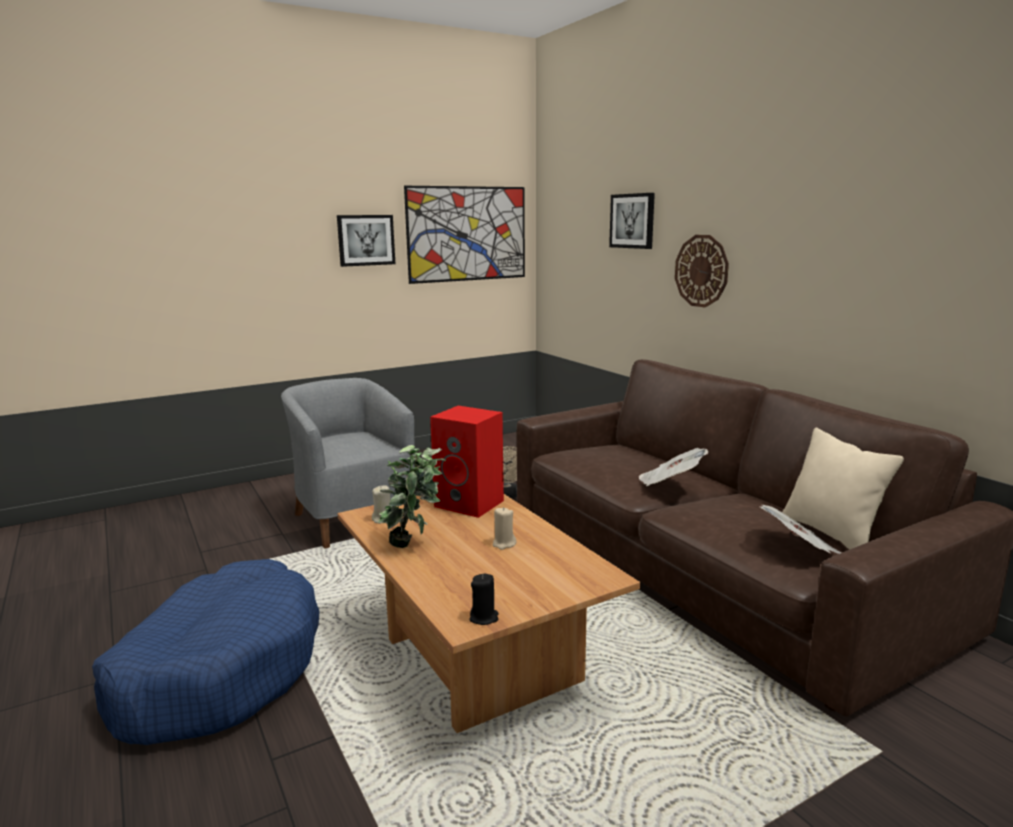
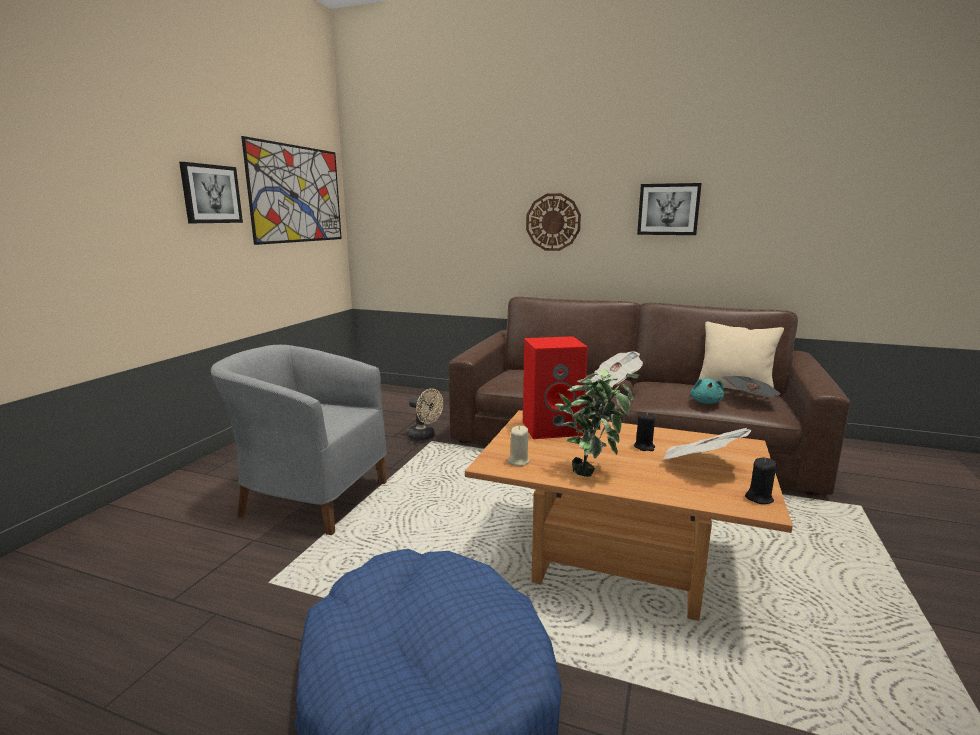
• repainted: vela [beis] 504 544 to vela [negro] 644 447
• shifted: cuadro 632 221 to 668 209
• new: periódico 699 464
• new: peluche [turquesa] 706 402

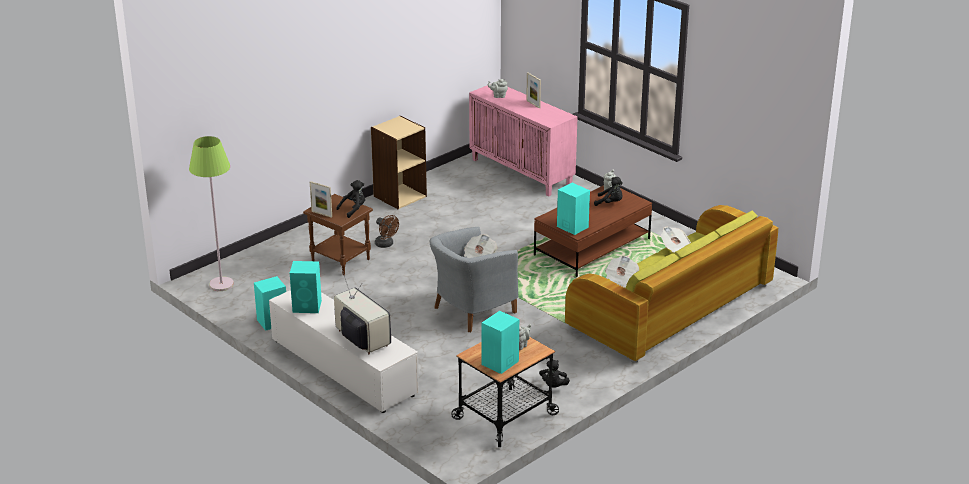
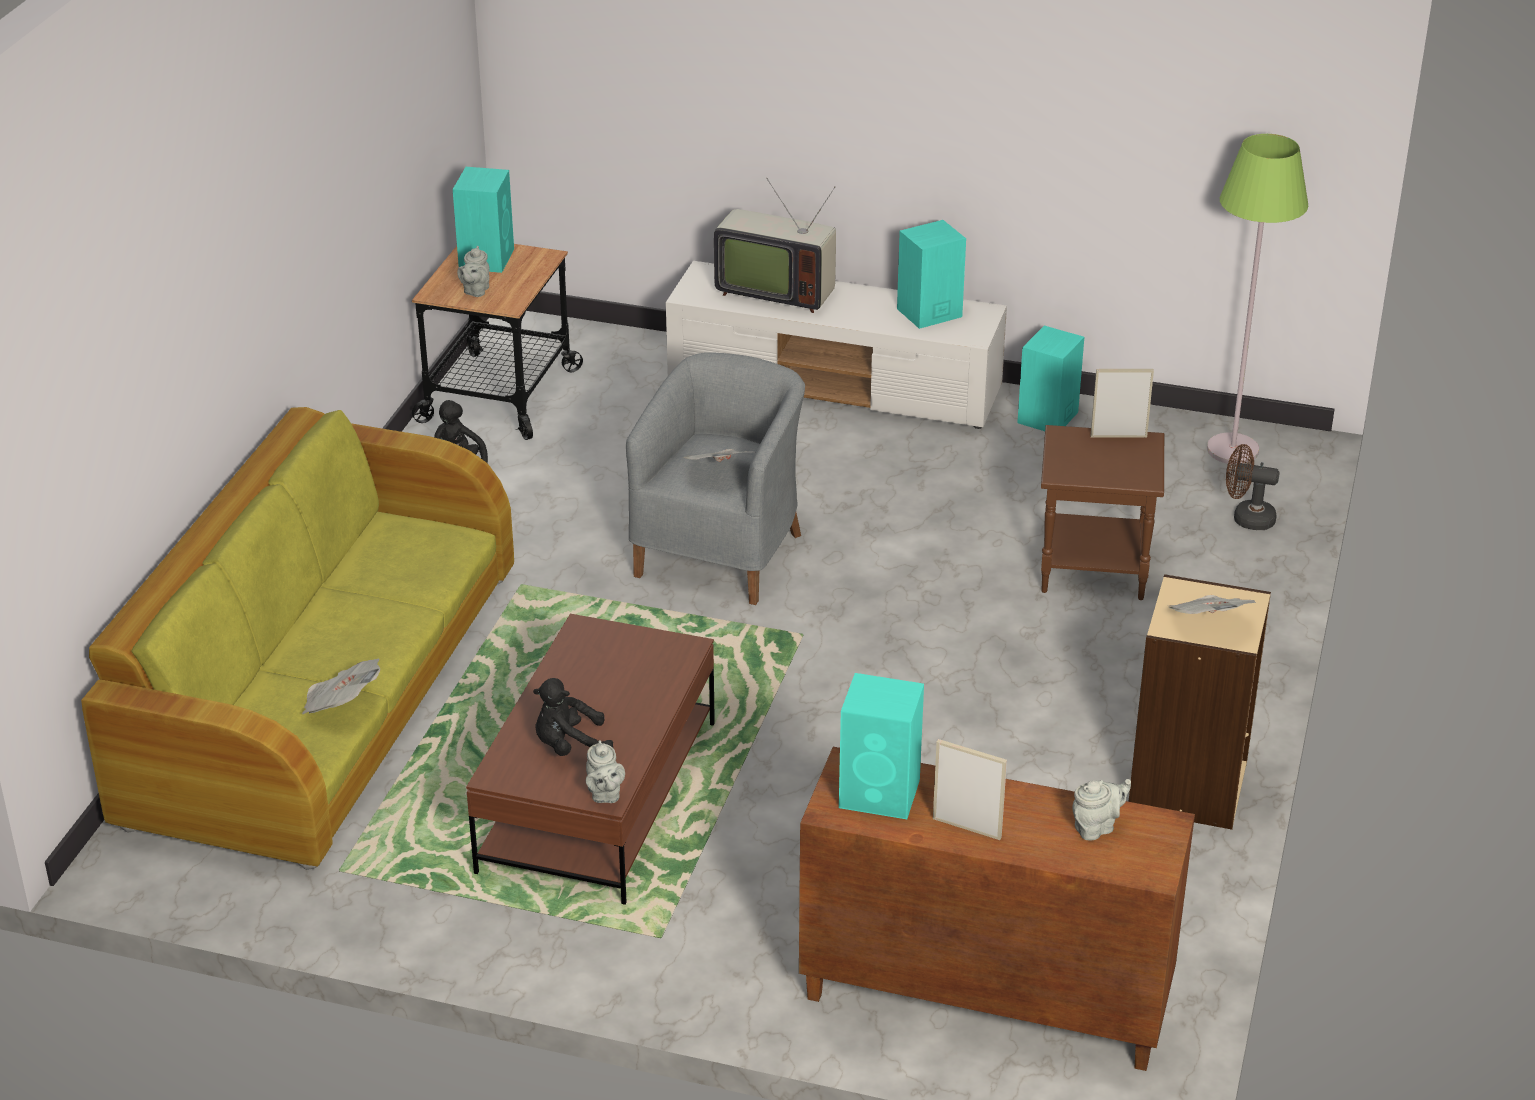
• gone: peluche [negro] 353 209
• shifted: ventilador [marrón] 386 244 to 1246 518
• repainted: armario [rosa] 522 172 to armario [marrón] 982 999
• shifted: altavoz [turquesa] 572 226 to 881 794
• shifted: periódico 620 281 to 1209 623

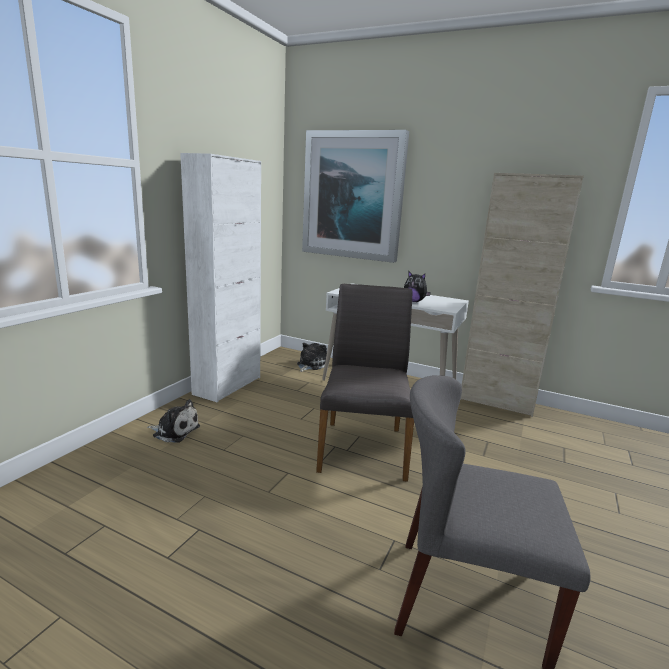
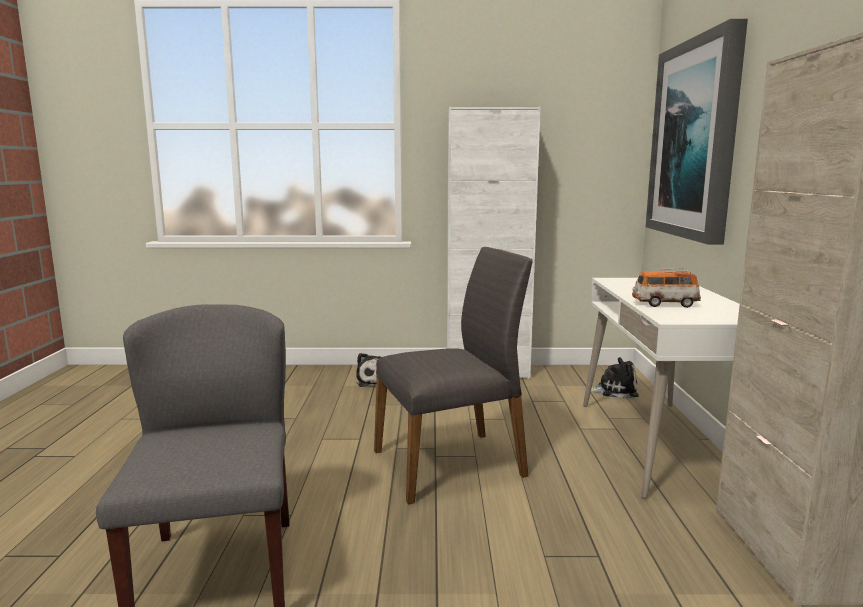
• swapped: peluche 414 301 to coche de juguete 664 304

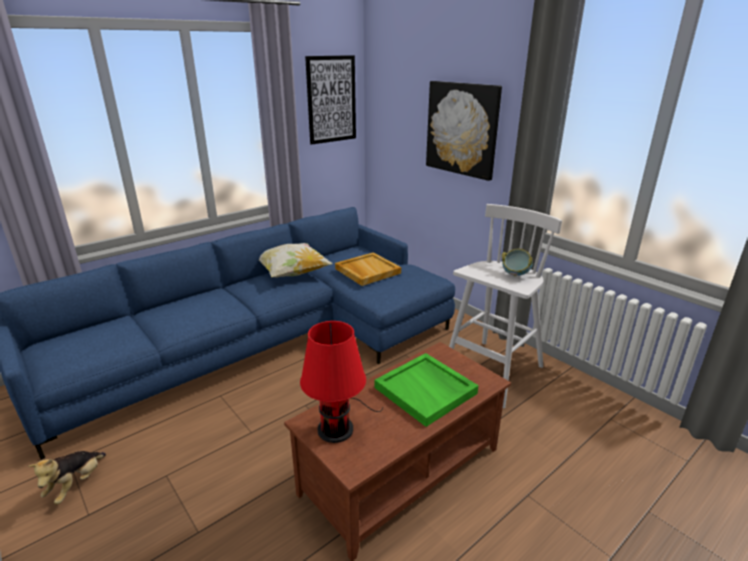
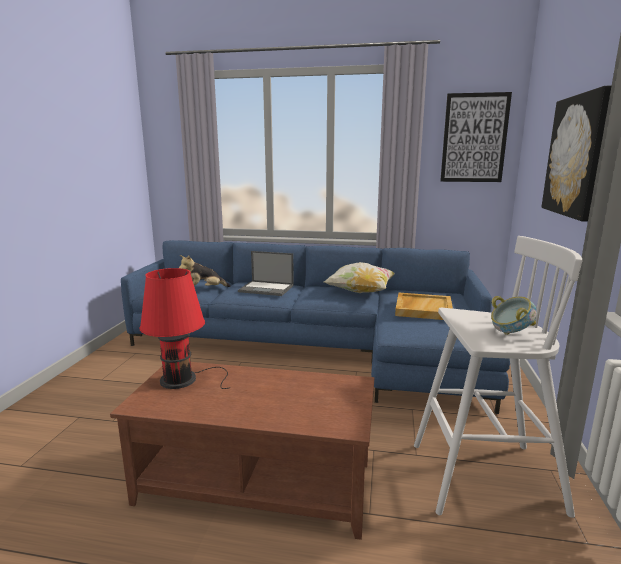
• shifted: peluche 76 485 to 204 290
• gone: bandeja [verde] 426 390
• new: portátil 267 289

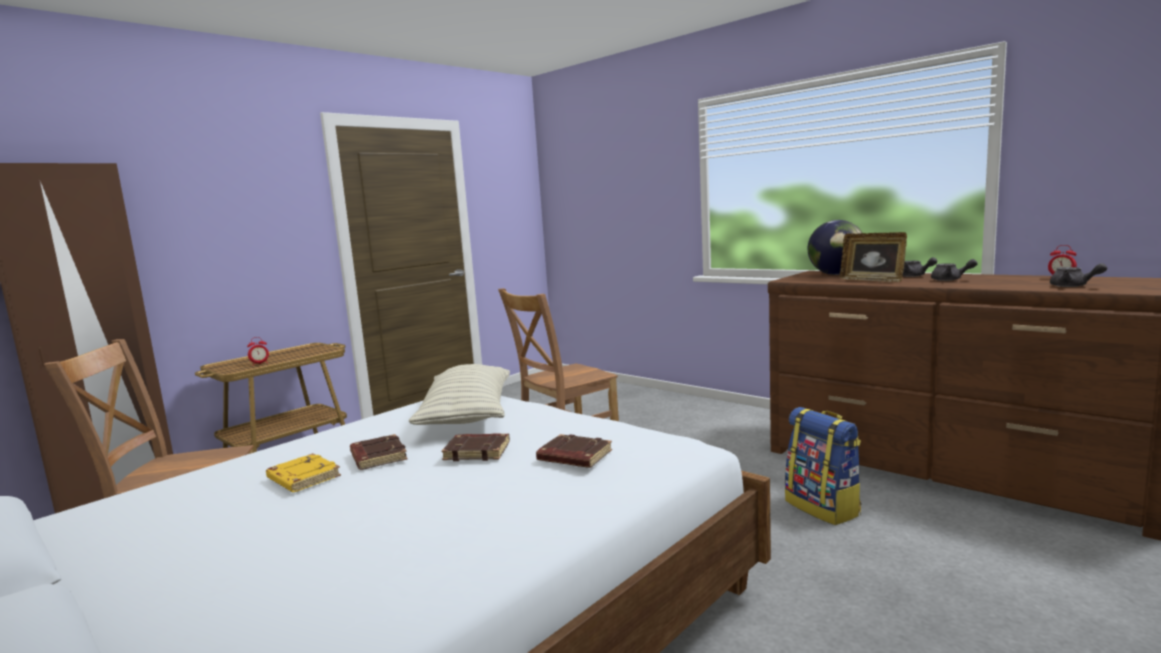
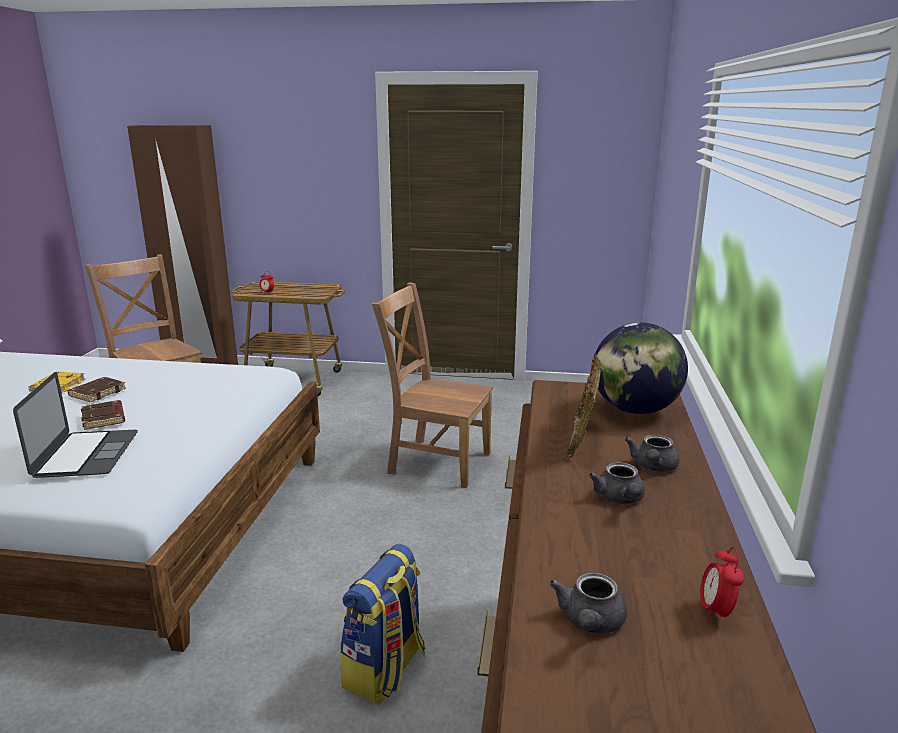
• gone: cojín 467 416
• swapped: libro [marrón] 573 457 to portátil 86 454

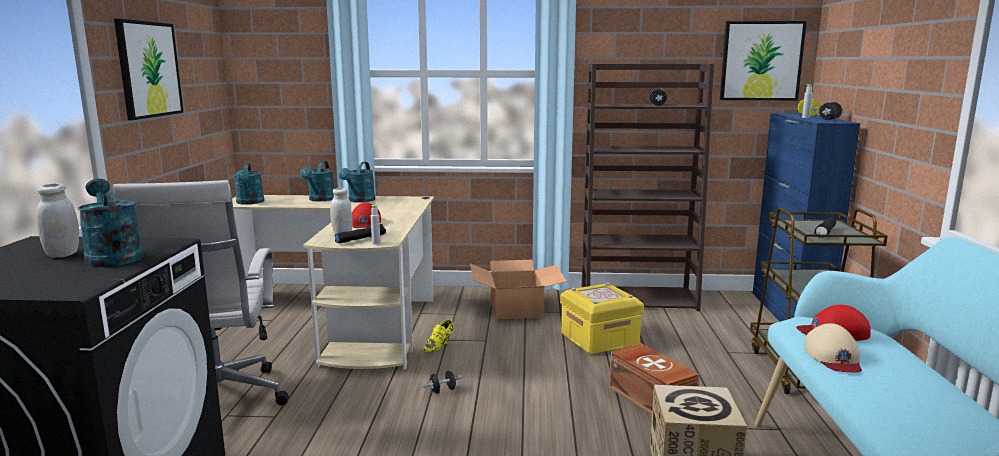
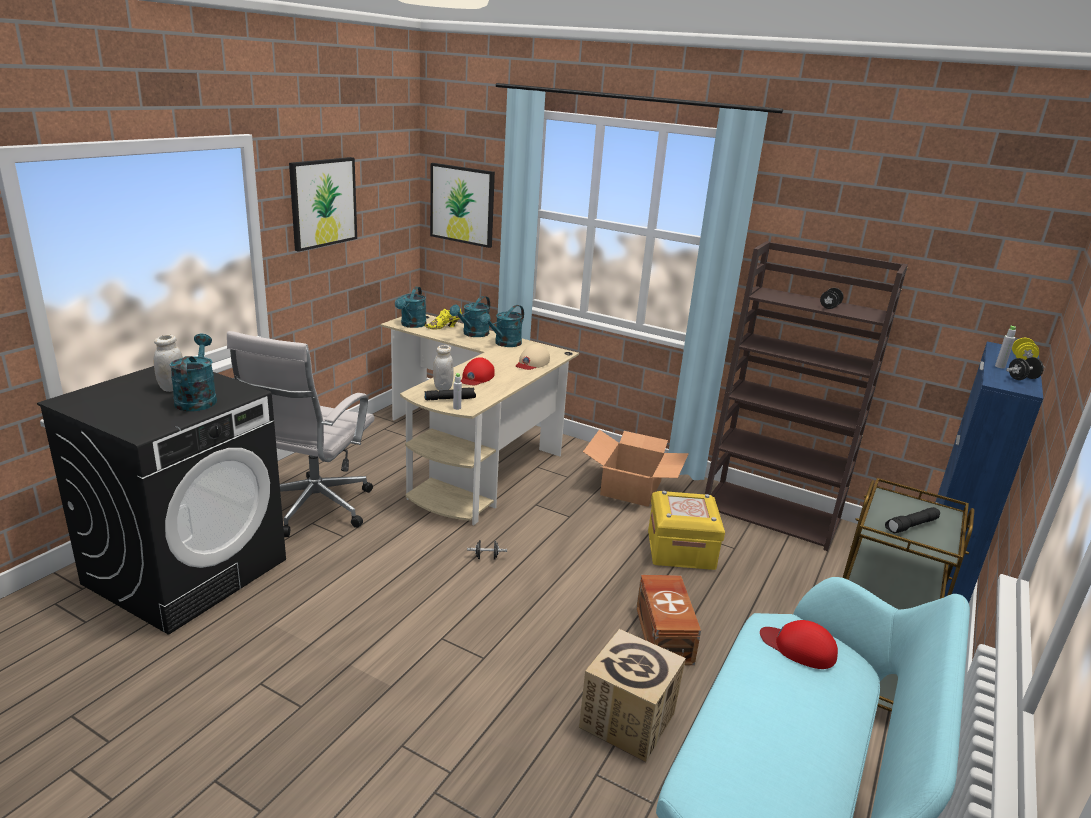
• shifted: zapato [amarillo] 439 346 to 444 327
• shifted: cuadro 761 61 to 462 204
• shifted: gorra [beis] 833 357 to 532 363

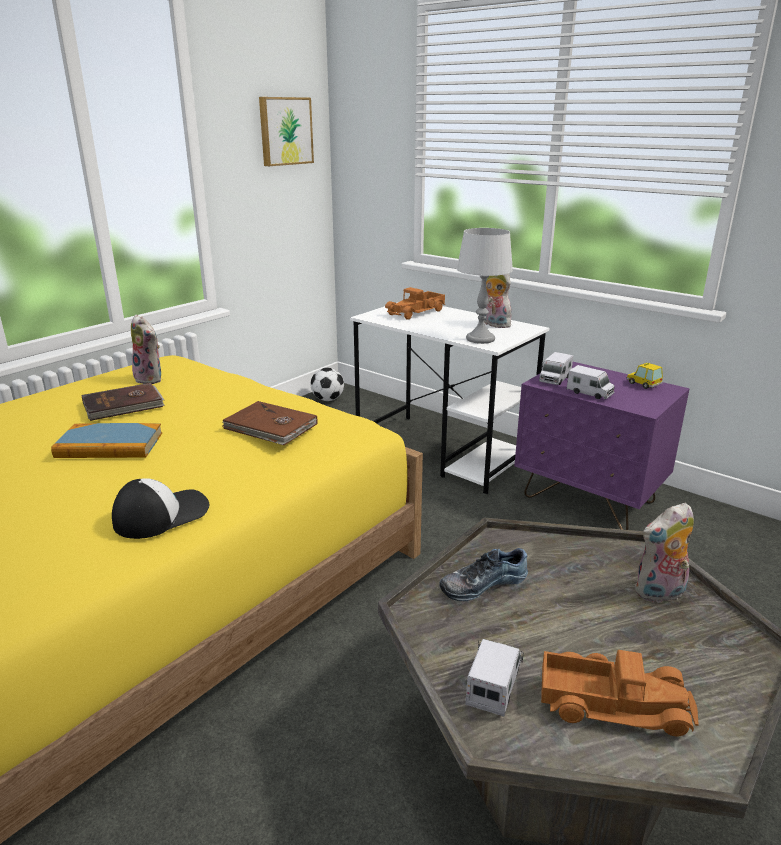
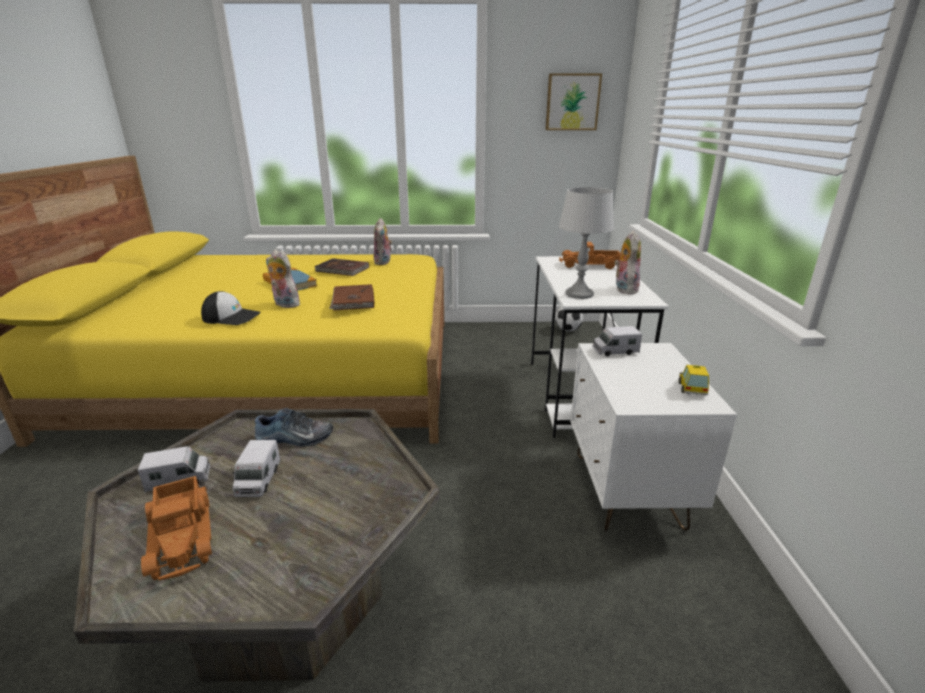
• rotated: zapato 482 583 = 294 438 150 degrees clockwise
• repainted: mesita de noche [morado] 589 500 to mesita de noche [blanco] 627 490
• shifted: camión de juguete 589 393 to 258 480
• shifted: peluche 660 594 to 284 304

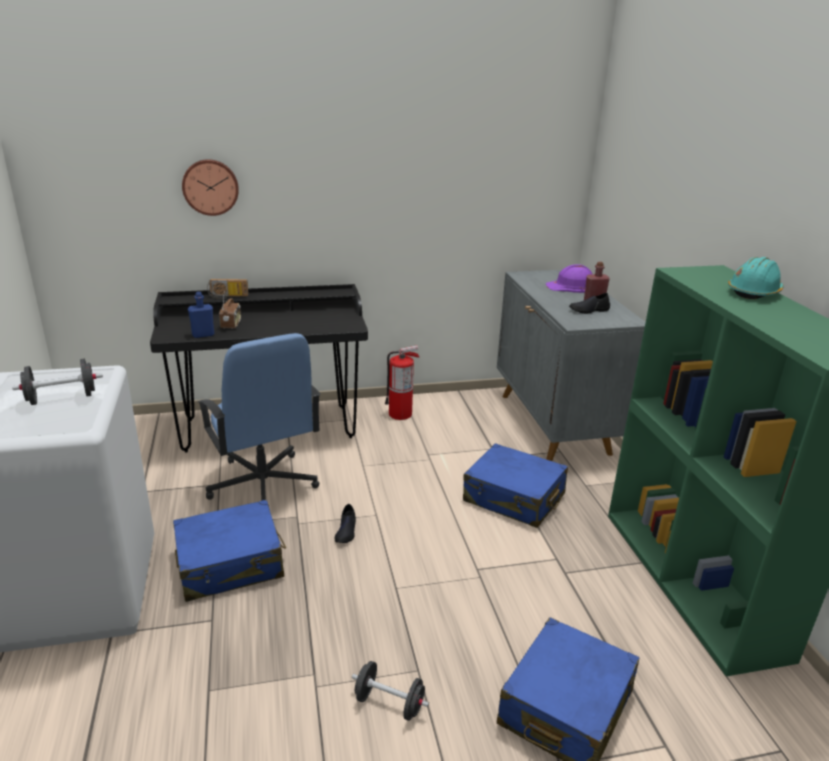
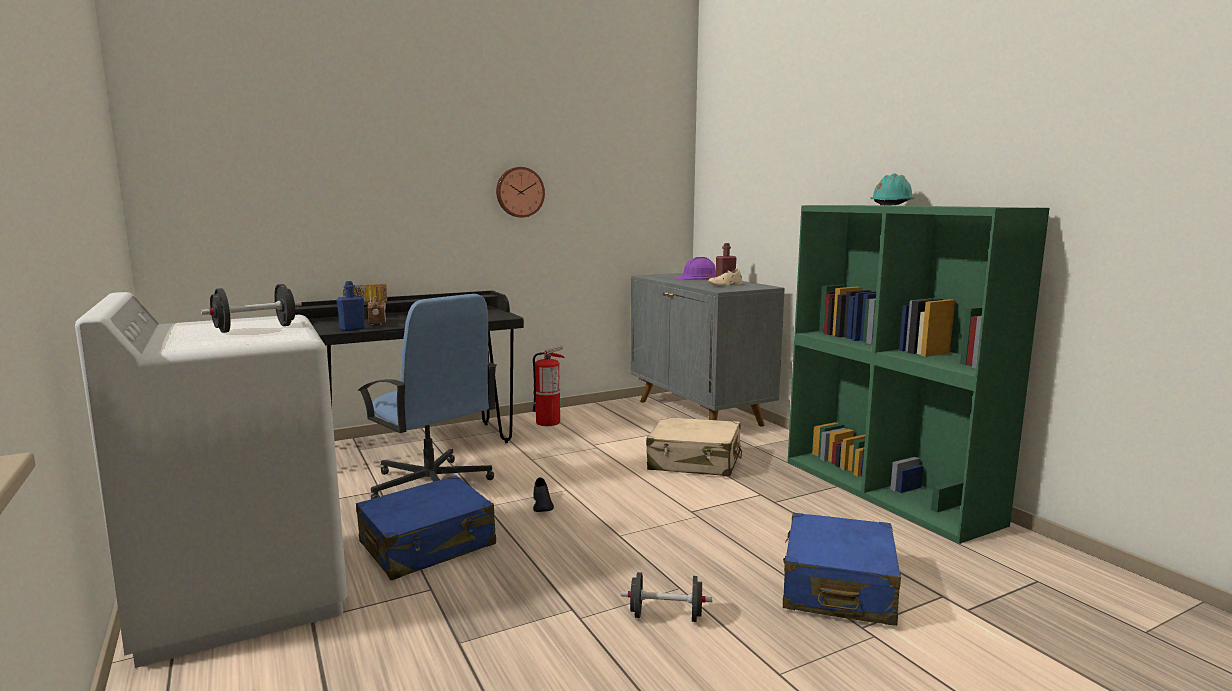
• shifted: reloj de pared 210 187 to 519 192
• repainted: maleta [azul] 514 498 to maleta [beis] 694 462
• repainted: zapato [negro] 589 310 to zapato [beis] 725 285

